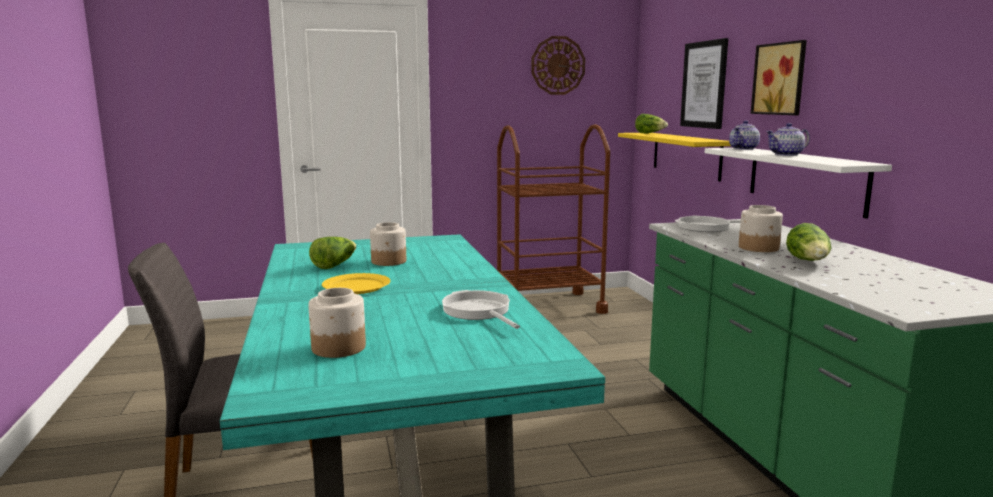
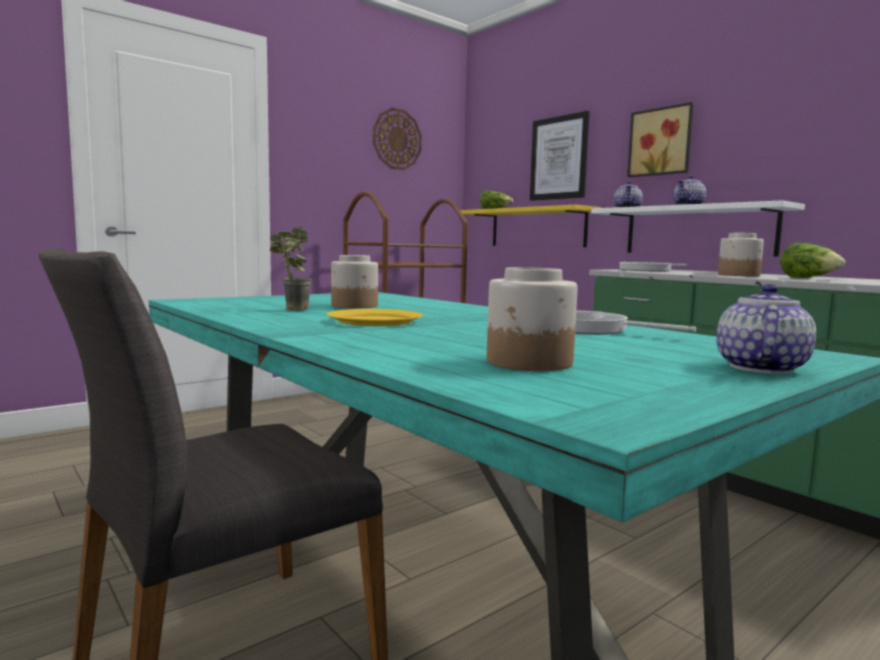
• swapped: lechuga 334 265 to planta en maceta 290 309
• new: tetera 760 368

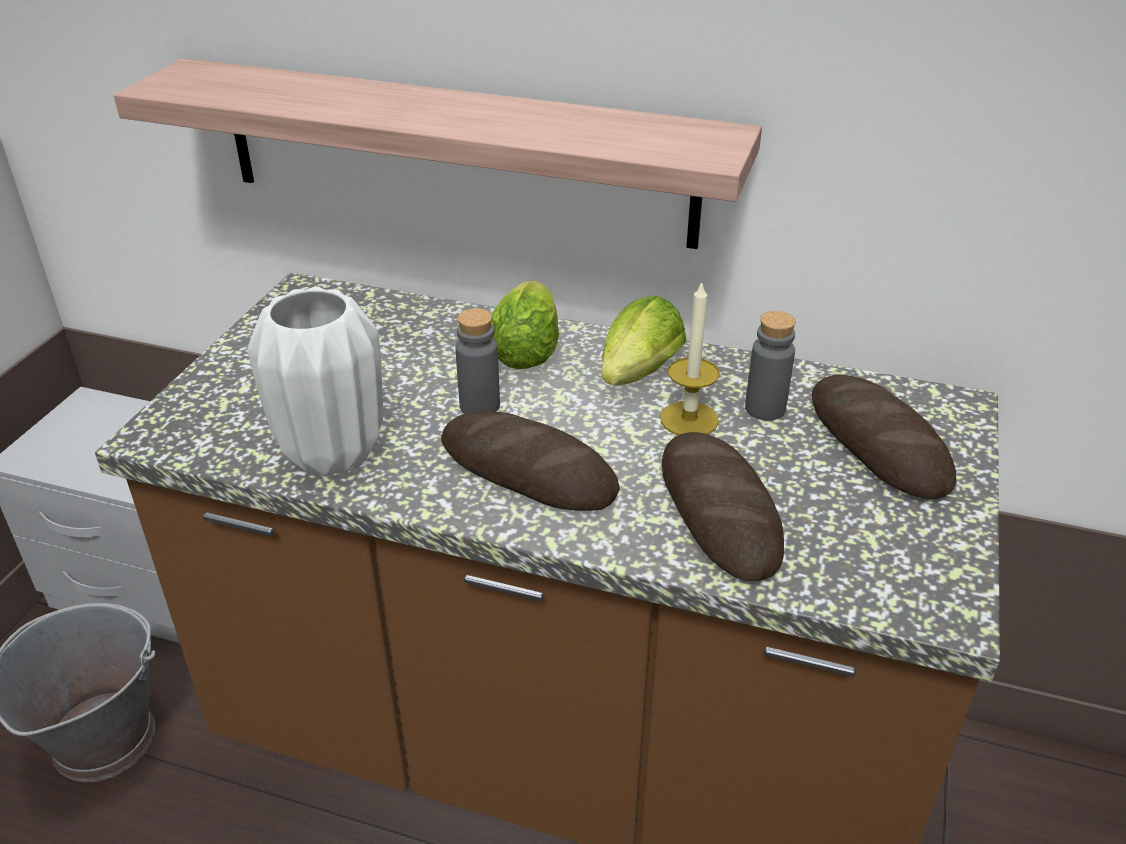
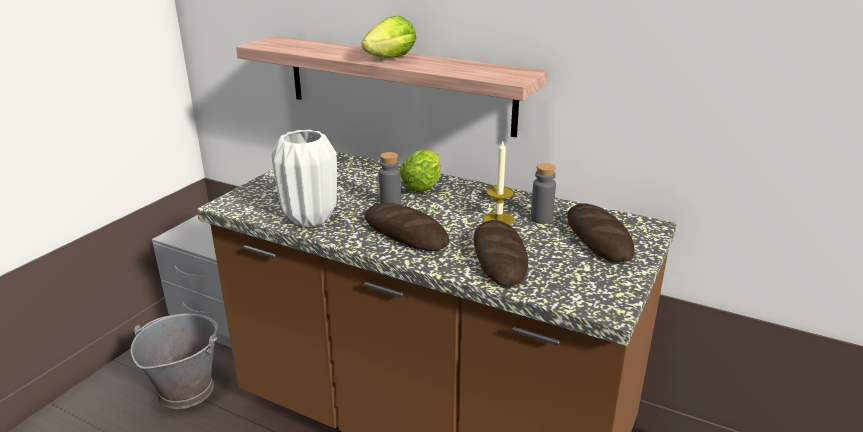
• shifted: lechuga 636 377 to 387 59

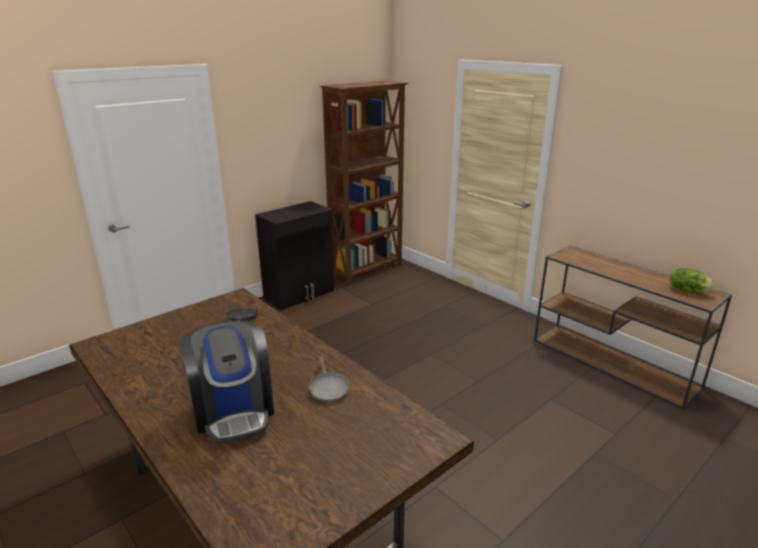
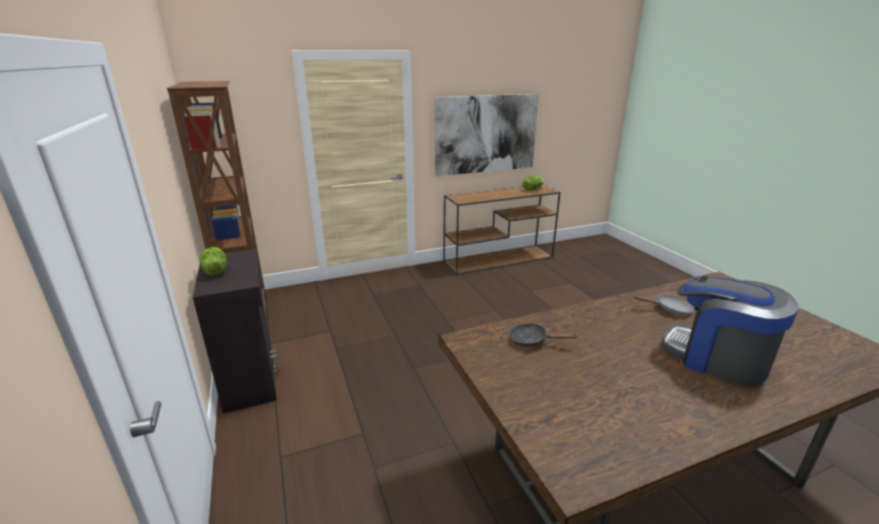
• rotated: cafetera 234 410 = 716 358 135 degrees counterclockwise
• new: lechuga 215 271
• new: cuadro 486 134

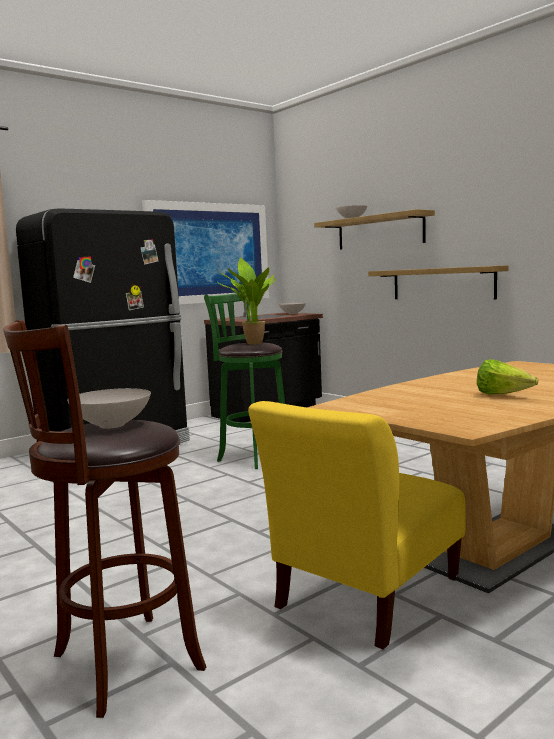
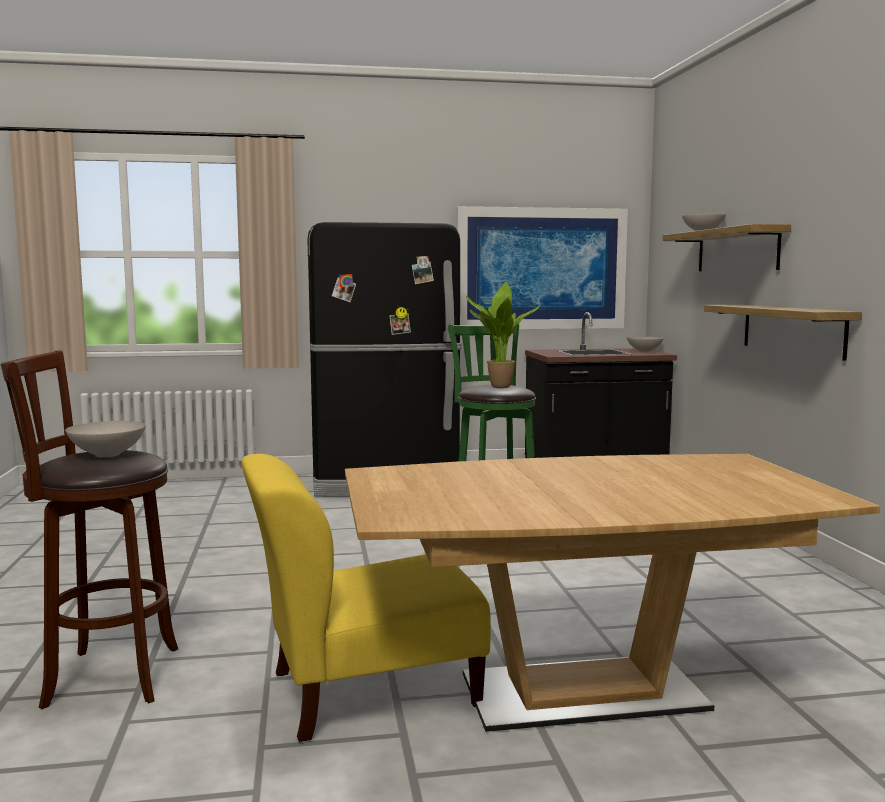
• gone: lechuga 502 395

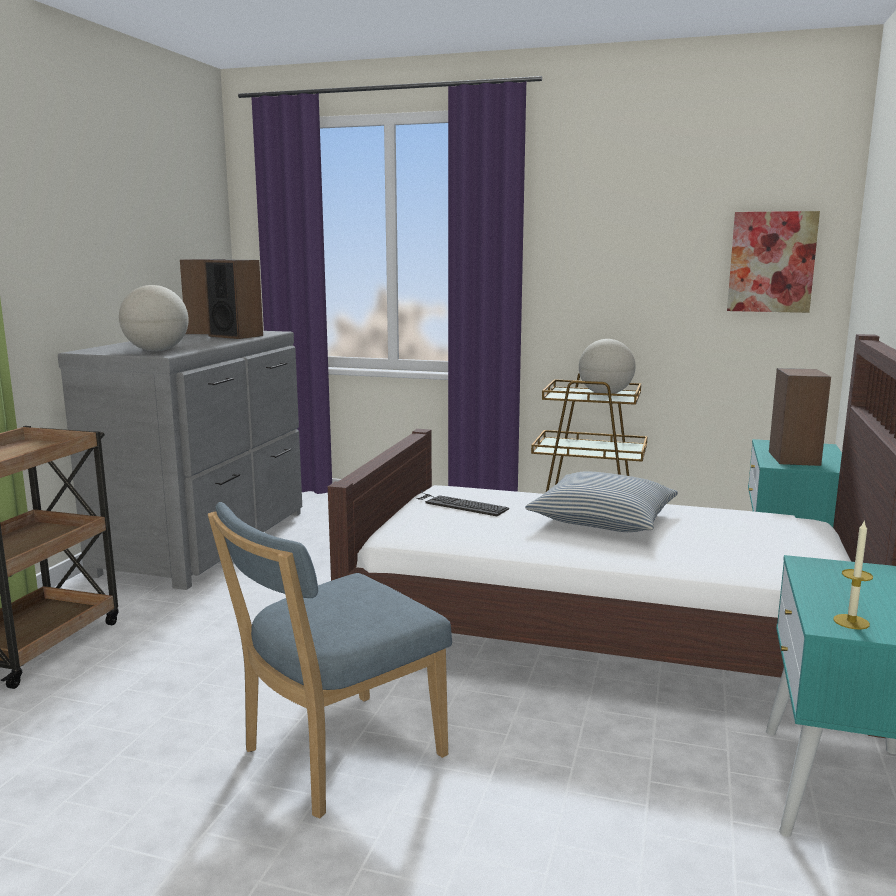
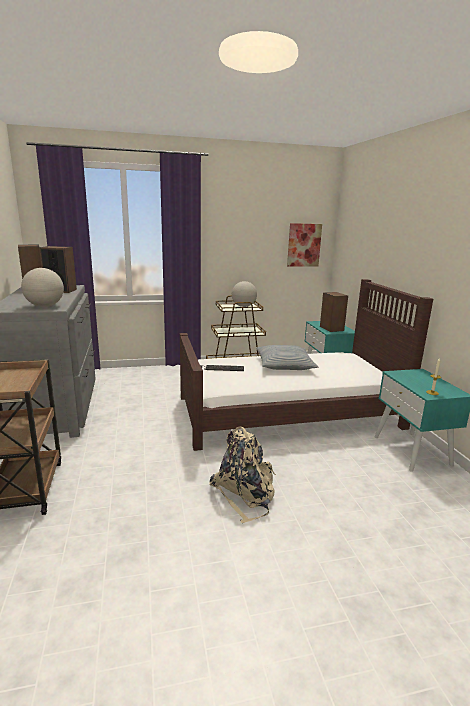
• swapped: silla [azul] 335 756 to mochila [beis] 245 494

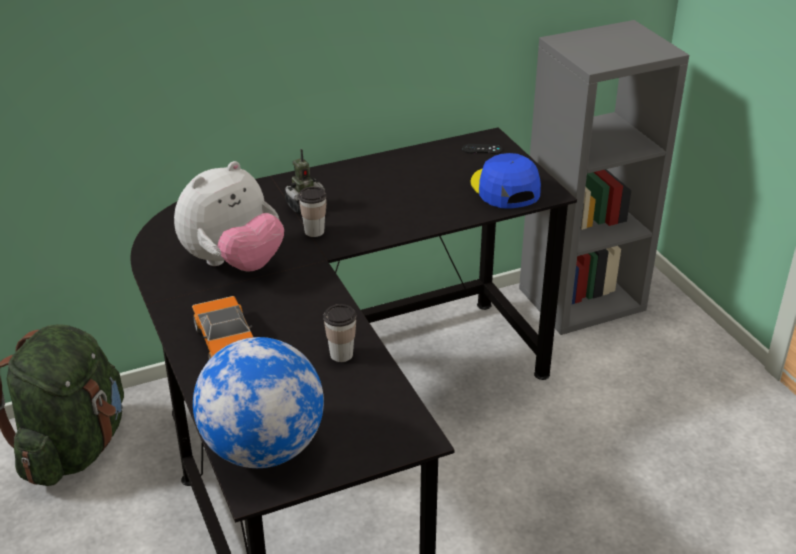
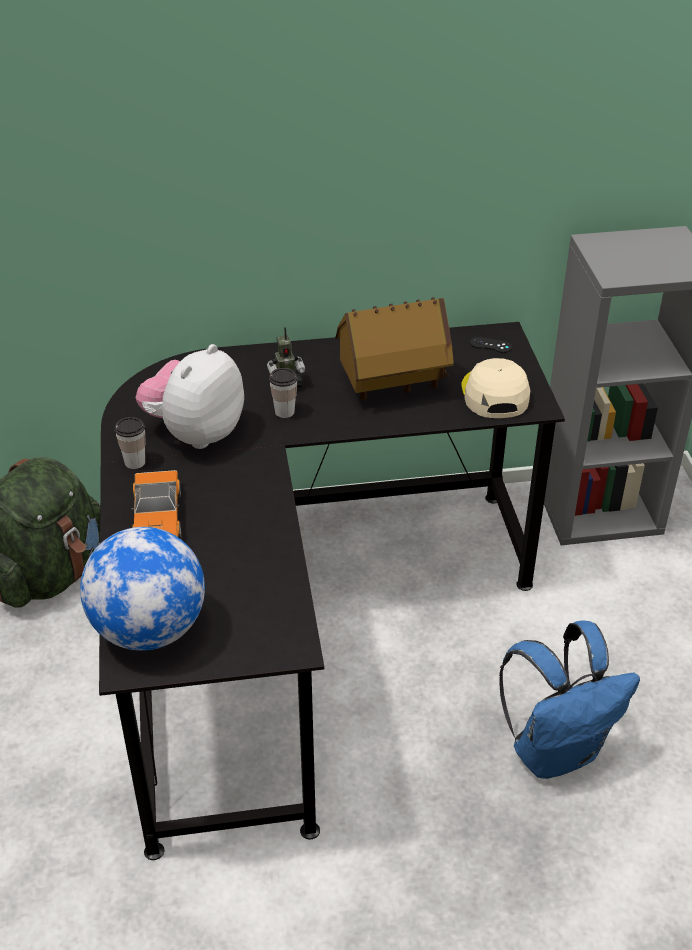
• rotated: peluche 233 263 = 195 433 150 degrees clockwise
• shifted: taza 341 354 to 134 462
• repainted: gorra [azul] 504 188 to gorra [beis] 494 394
• new: casita 393 384
• new: mochila [azul] 556 751

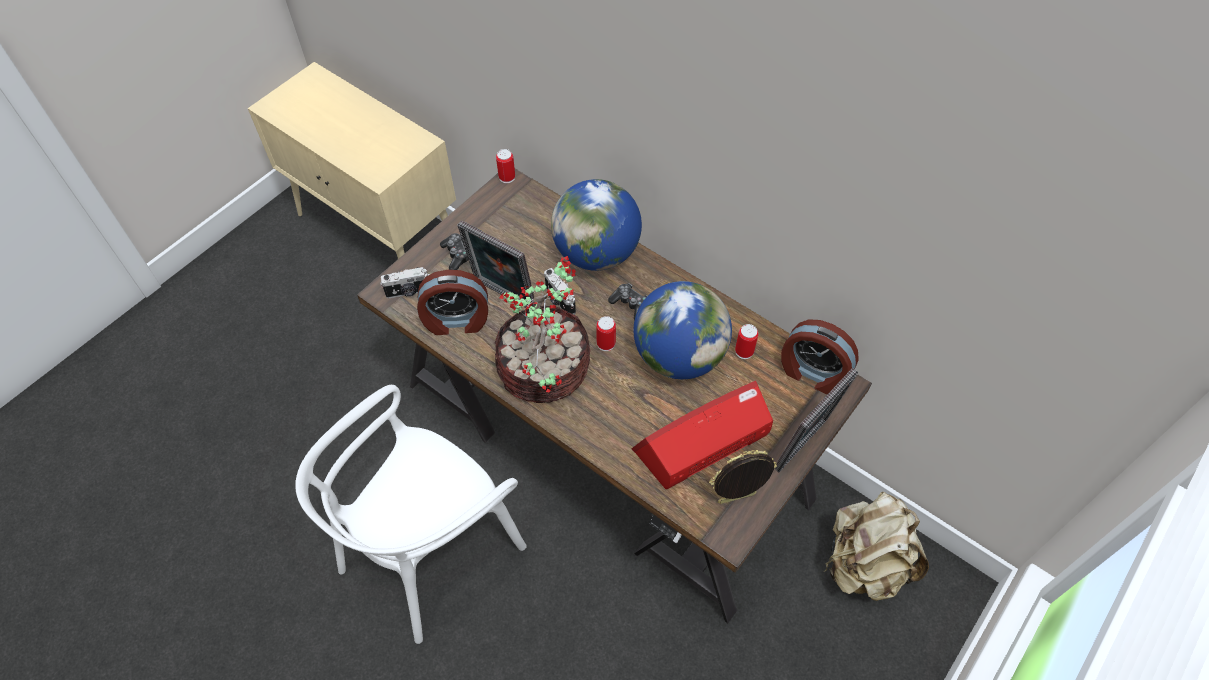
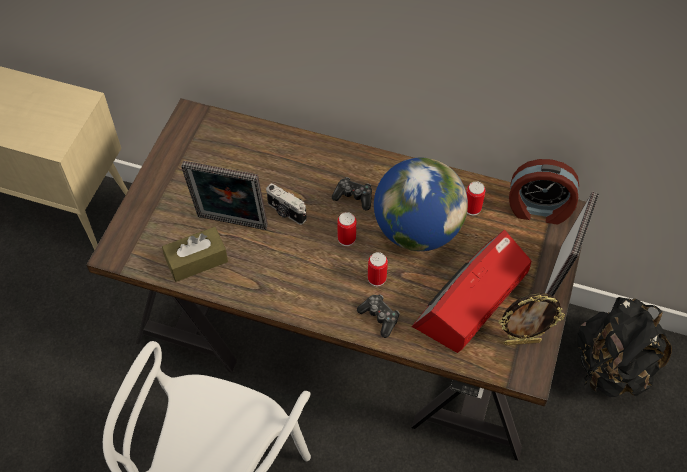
• gone: cámara 408 292
• swapped: despertador 456 321 to caja de pañuelos [marrón] 197 260
• shifted: mando de consola 456 255 to 379 317
• gone: planta en maceta 544 372
• shifted: lata 507 177 to 376 278
• gone: globo terráqueo 596 253
• rotated: portarretratos 737 500 = 522 341 150 degrees counterclockwise
• repainted: mochila [beis] 864 564 to mochila [negro] 611 367

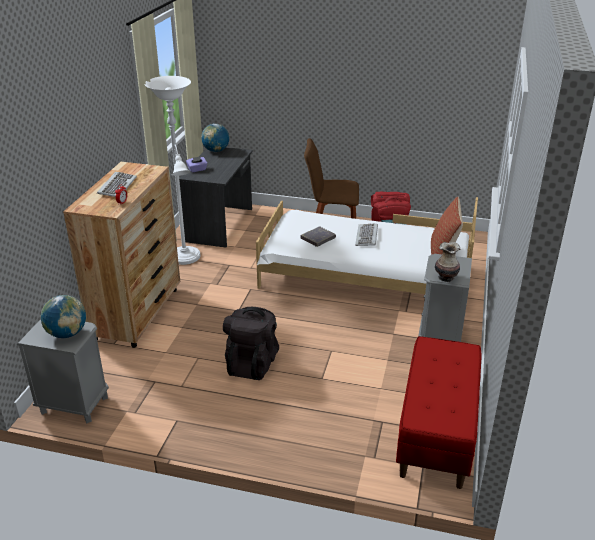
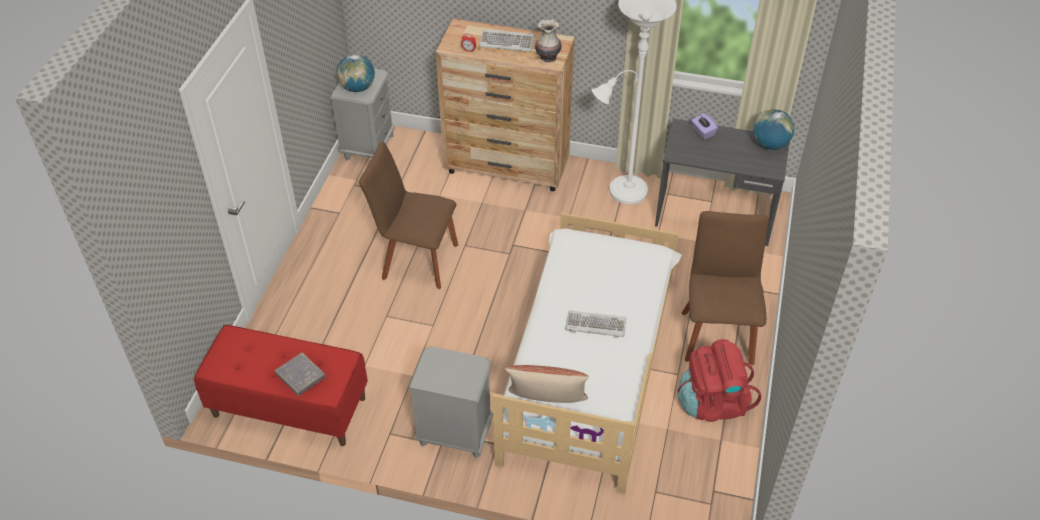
• swapped: mochila [negro] 252 363 to silla [marrón] 416 260
• shifted: libro [gris] 318 238 to 300 376
• shifted: florero 446 278 to 548 58

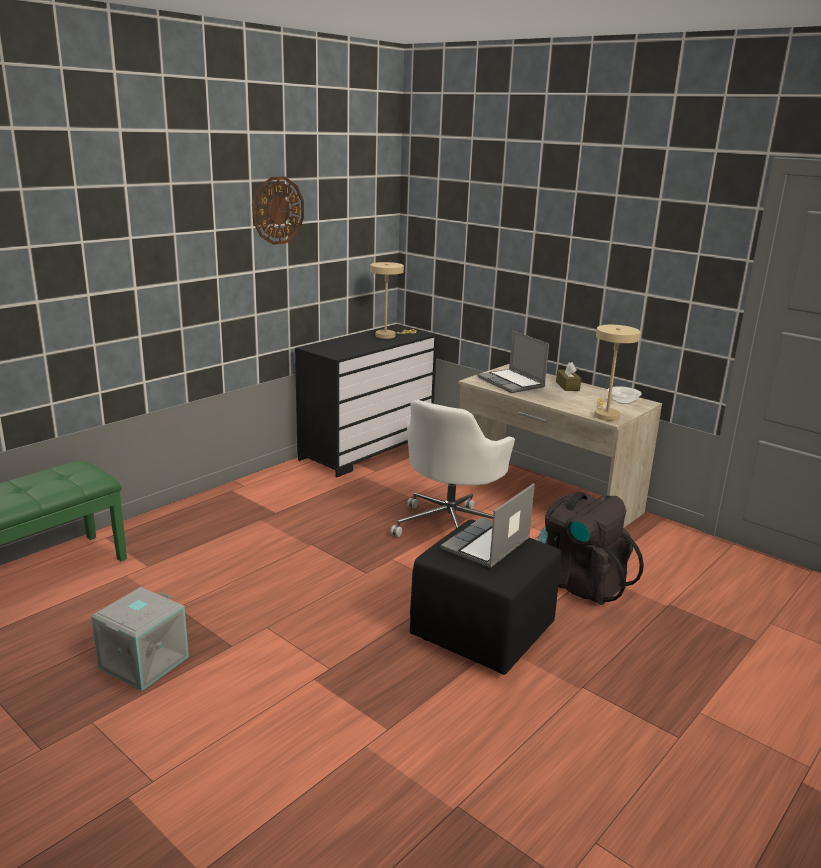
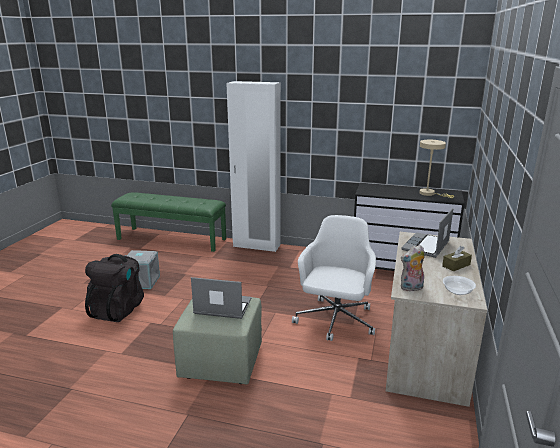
• gone: reloj de pared 278 210
• rotated: silla de oficina [blanco] 451 526 = 335 321 105 degrees clockwise
• repainted: puf [negro] 482 634 to puf [verde] 220 362
• shifted: mochila [negro] 580 583 to 118 309
• swapped: lámpara de mesa [beis] 605 414 to peluche 411 288
• new: armario ropero [blanco] 256 246

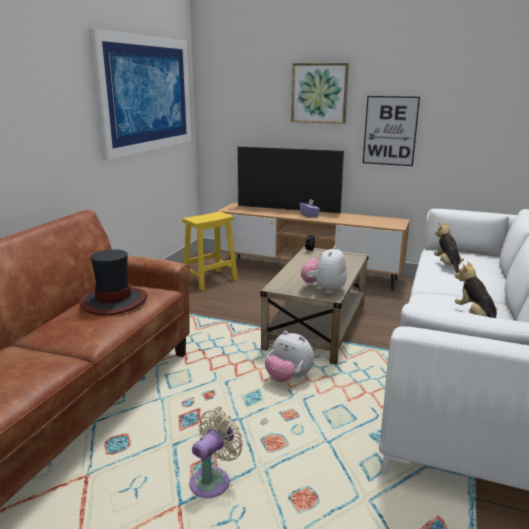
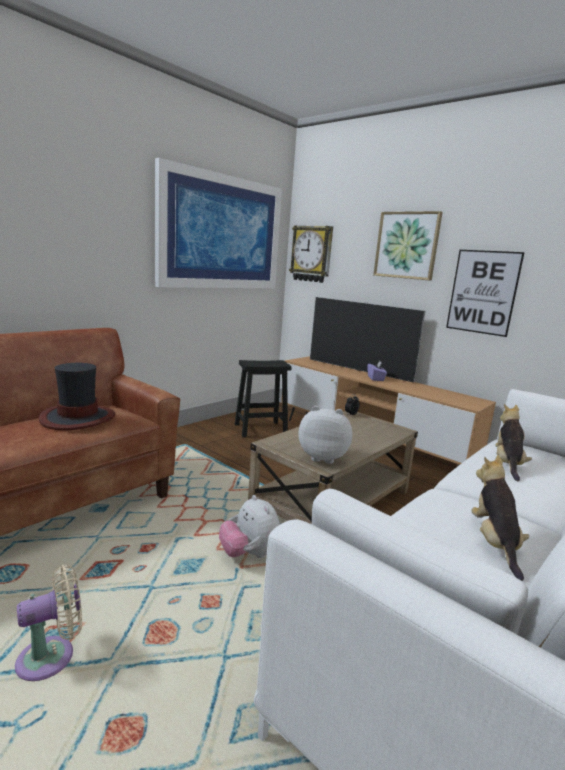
• repainted: taburete [amarillo] 209 280 to taburete [negro] 259 429
• rotated: peluche 324 289 = 323 457 60 degrees clockwise
• new: reloj de pared 311 254

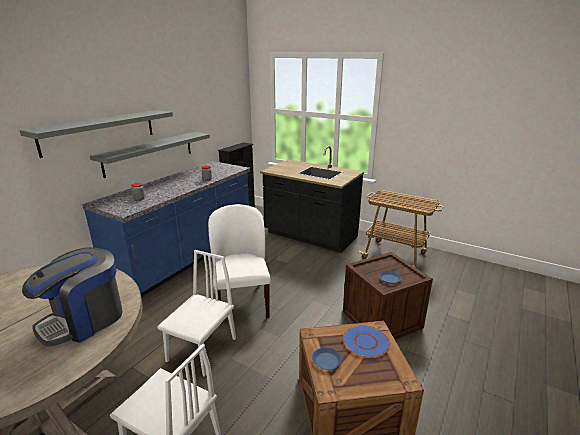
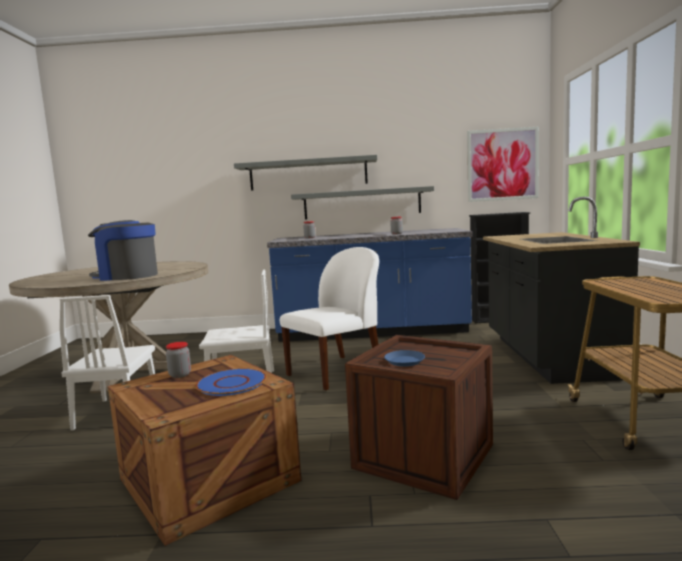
• swapped: plato [azul] 327 361 to tarro 180 375
• new: cuadro 502 164

